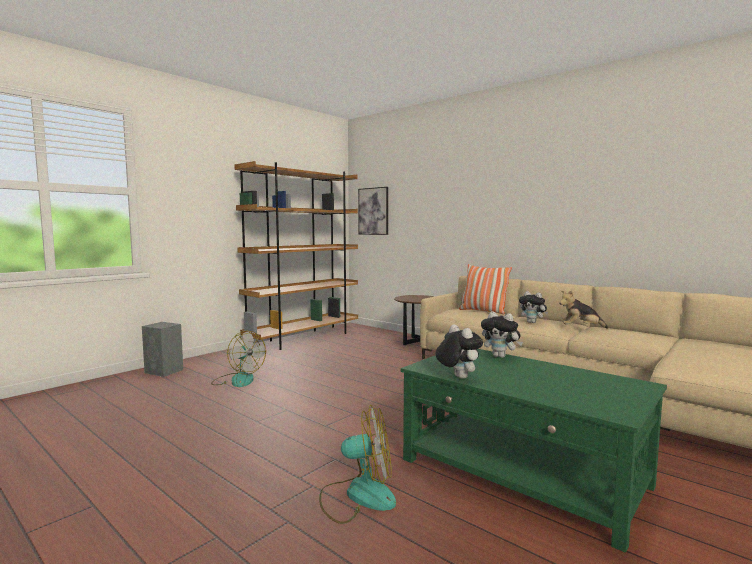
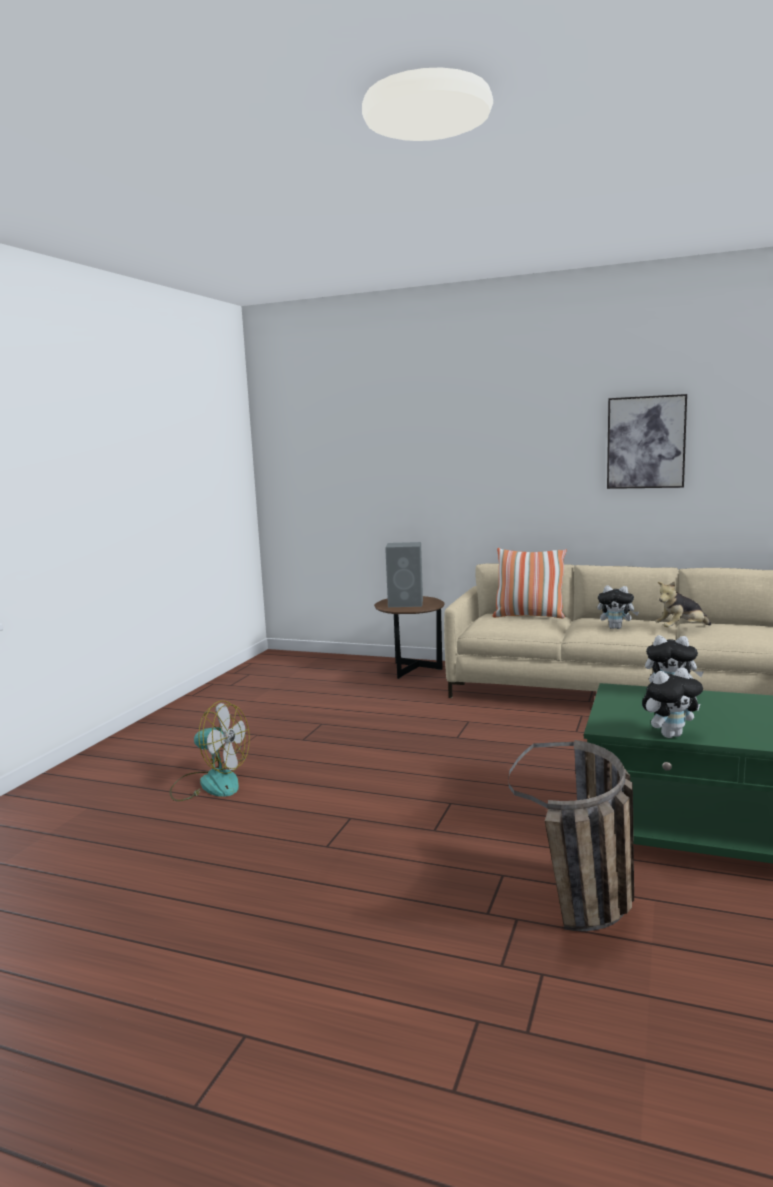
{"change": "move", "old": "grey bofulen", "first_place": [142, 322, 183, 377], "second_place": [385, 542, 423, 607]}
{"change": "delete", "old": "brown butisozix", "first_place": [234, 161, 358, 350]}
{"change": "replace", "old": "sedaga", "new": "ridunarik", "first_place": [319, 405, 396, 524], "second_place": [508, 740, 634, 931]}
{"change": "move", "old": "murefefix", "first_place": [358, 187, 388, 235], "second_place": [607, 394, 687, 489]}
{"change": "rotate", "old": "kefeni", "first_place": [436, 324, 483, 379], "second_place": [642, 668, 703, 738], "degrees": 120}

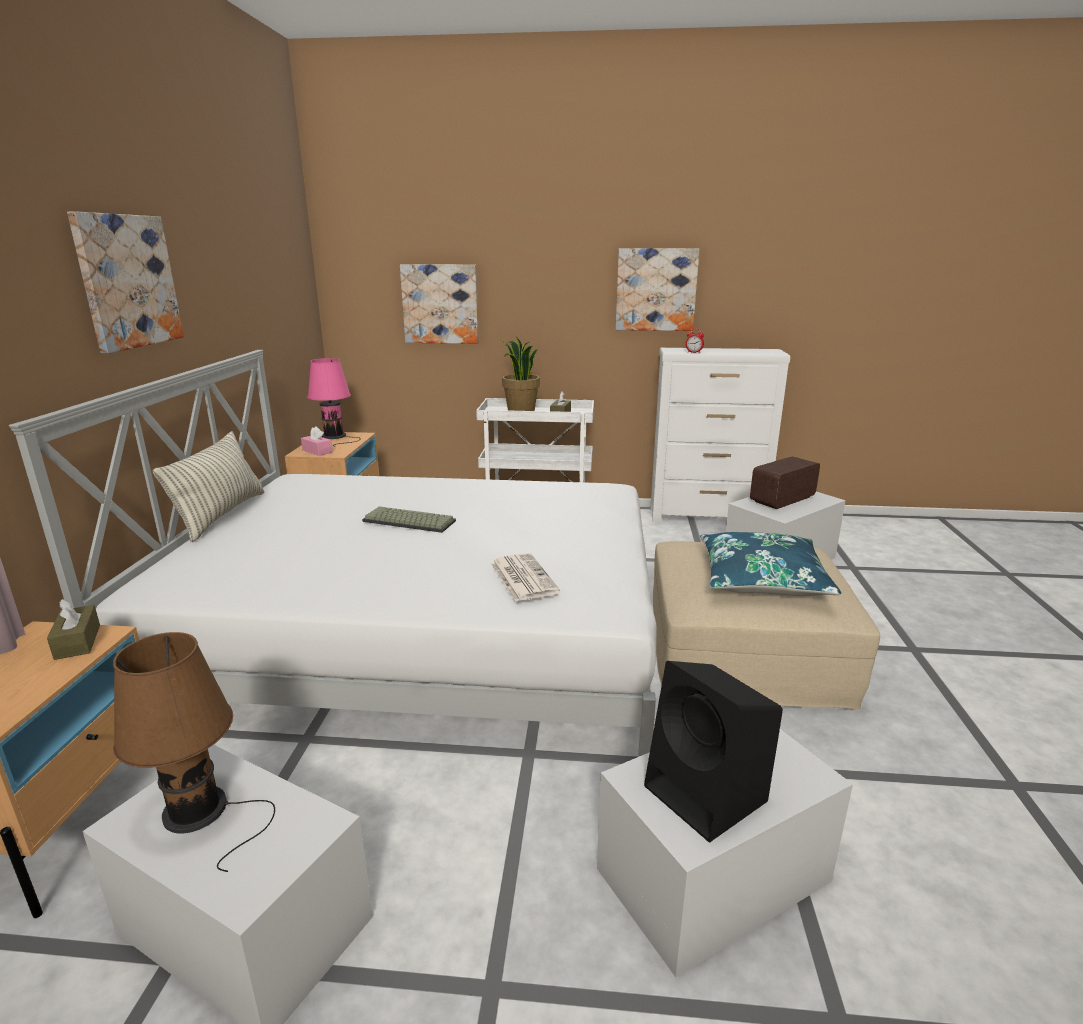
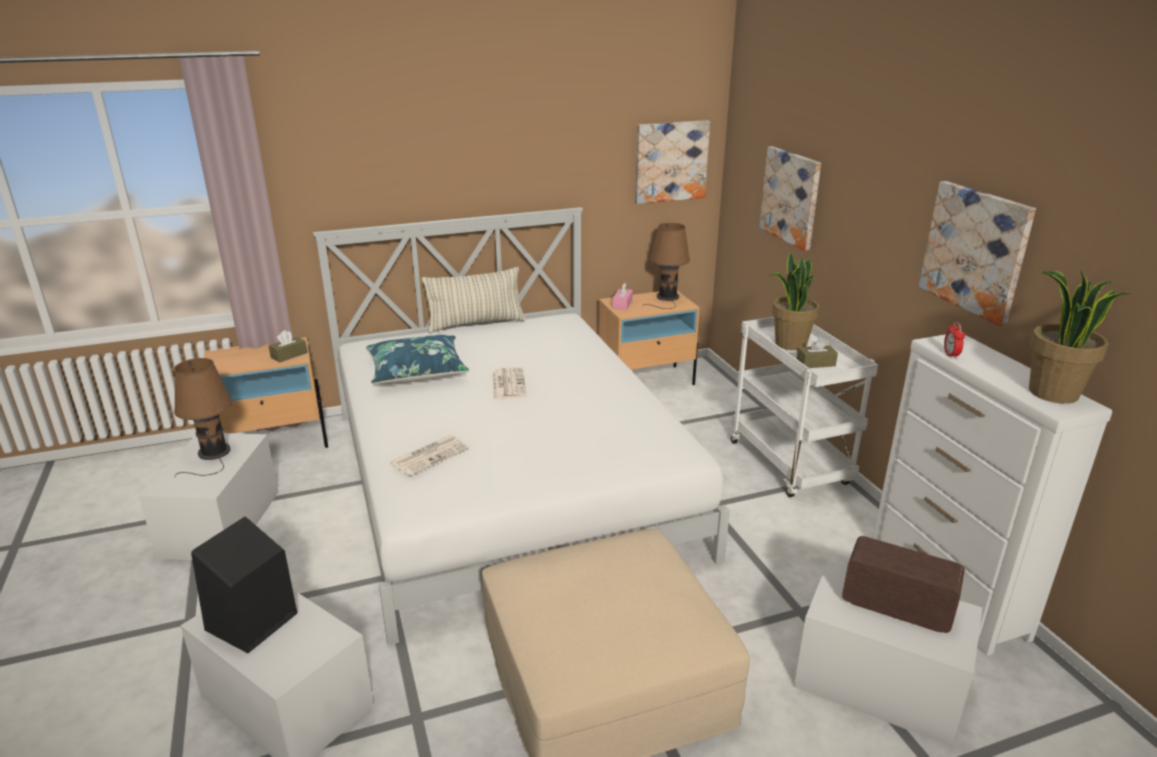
{"change": "move", "old": "murefefix", "first_place": [67, 212, 184, 354], "second_place": [635, 120, 710, 204]}
{"change": "recolor", "old": "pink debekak", "new": "brown debekak", "first_place": [307, 358, 361, 446], "second_place": [642, 223, 690, 309]}
{"change": "replace", "old": "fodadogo", "new": "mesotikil", "first_place": [362, 506, 456, 533], "second_place": [492, 367, 526, 399]}
{"change": "move", "old": "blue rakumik", "first_place": [700, 532, 841, 596], "second_place": [366, 335, 469, 384]}
{"change": "insert", "new": "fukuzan", "second_place": [1029, 269, 1133, 404]}

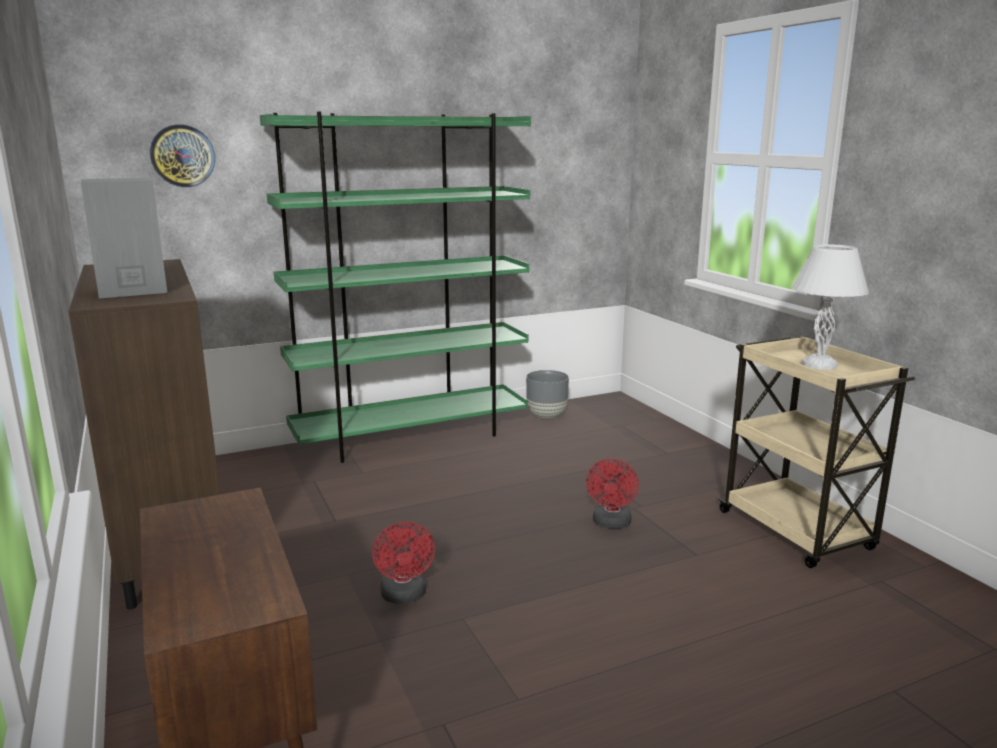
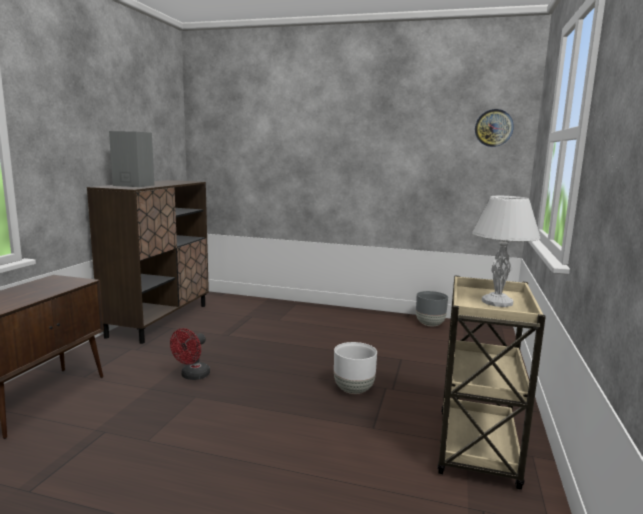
{"change": "move", "old": "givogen", "first_place": [150, 124, 215, 187], "second_place": [475, 109, 514, 147]}
{"change": "delete", "old": "green butisozix", "first_place": [260, 112, 531, 463]}
{"change": "replace", "old": "red sedaga", "new": "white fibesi", "first_place": [586, 459, 639, 529], "second_place": [334, 342, 377, 394]}

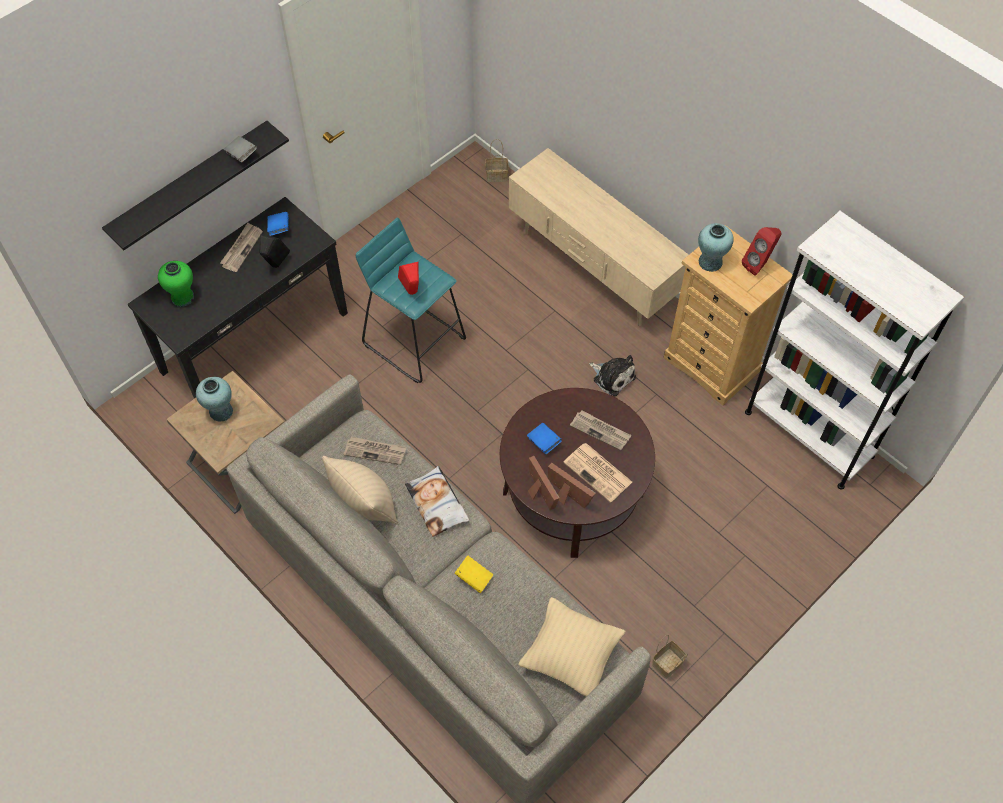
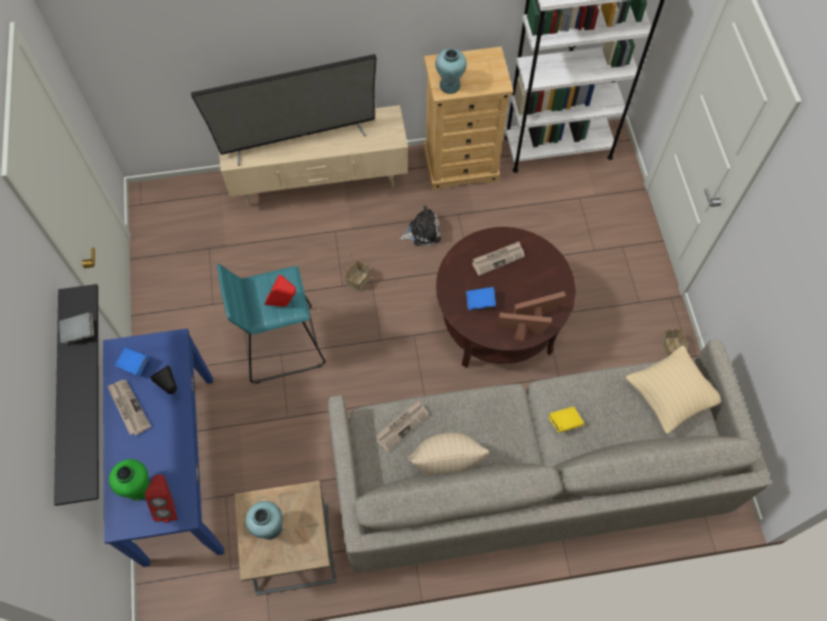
{"change": "recolor", "old": "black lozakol", "new": "blue lozakol", "first_place": [128, 197, 348, 399], "second_place": [103, 328, 224, 567]}
{"change": "delete", "old": "rakumik", "first_place": [405, 466, 469, 537]}
{"change": "move", "old": "ridunarik", "first_place": [485, 139, 508, 182], "second_place": [344, 253, 371, 292]}
{"change": "delete", "old": "mesotikil", "first_place": [563, 443, 632, 503]}
{"change": "move", "old": "red bofulen", "first_place": [742, 227, 782, 276], "second_place": [145, 475, 177, 523]}
{"change": "insert", "new": "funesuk", "second_place": [191, 54, 377, 166]}

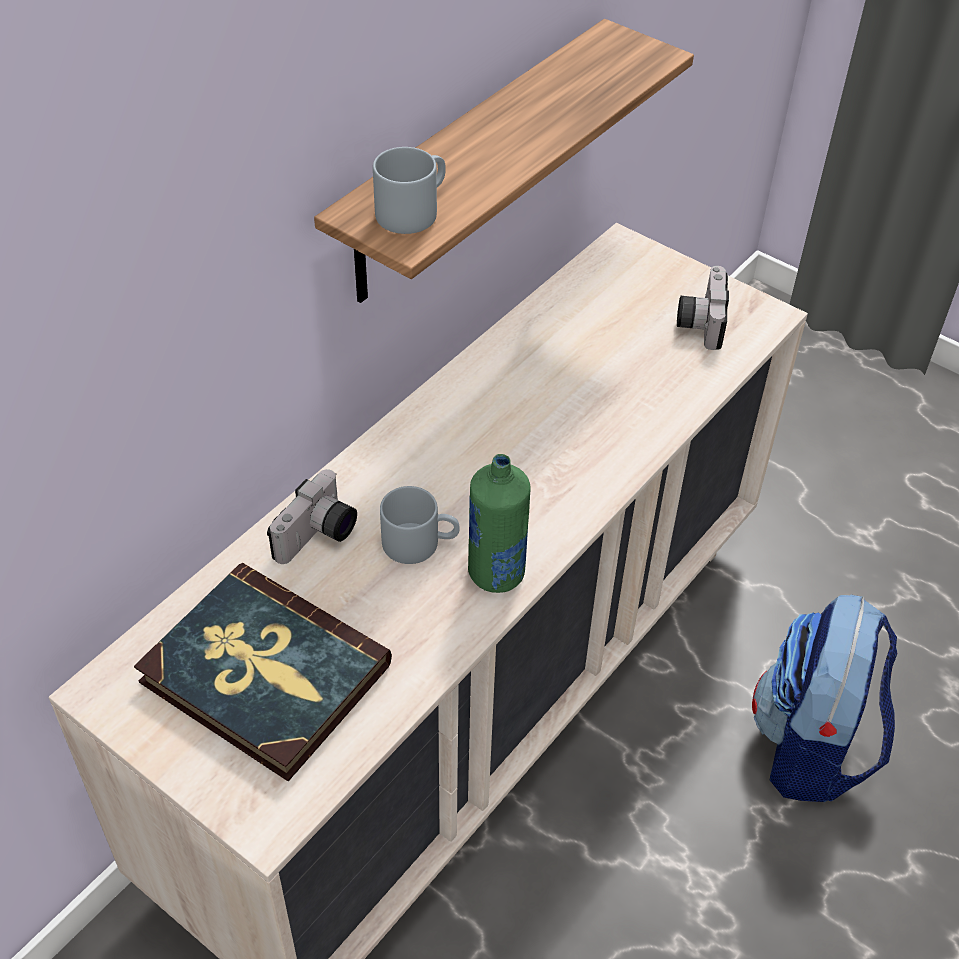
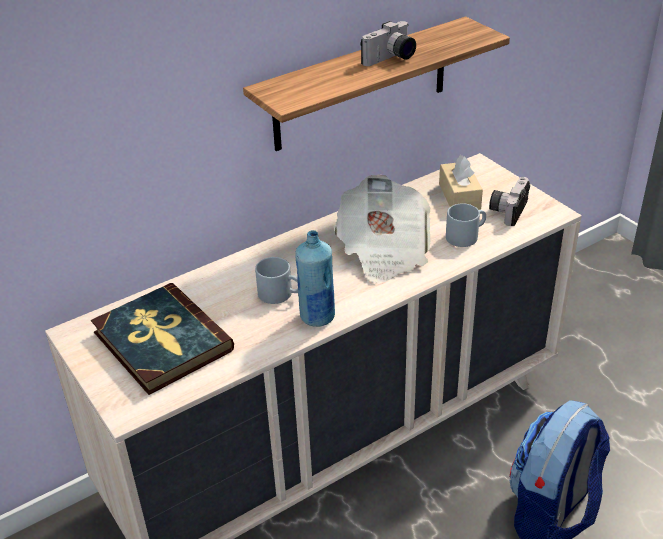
{"change": "move", "old": "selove", "first_place": [267, 469, 357, 564], "second_place": [360, 21, 416, 66]}
{"change": "move", "old": "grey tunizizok", "first_place": [373, 147, 446, 234], "second_place": [446, 203, 486, 247]}
{"change": "recolor", "old": "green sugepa", "new": "blue sugepa", "first_place": [468, 454, 531, 593], "second_place": [295, 230, 335, 327]}
{"change": "insert", "new": "mesotikil", "second_place": [334, 175, 431, 284]}
{"change": "insert", "new": "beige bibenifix", "second_place": [439, 155, 483, 210]}

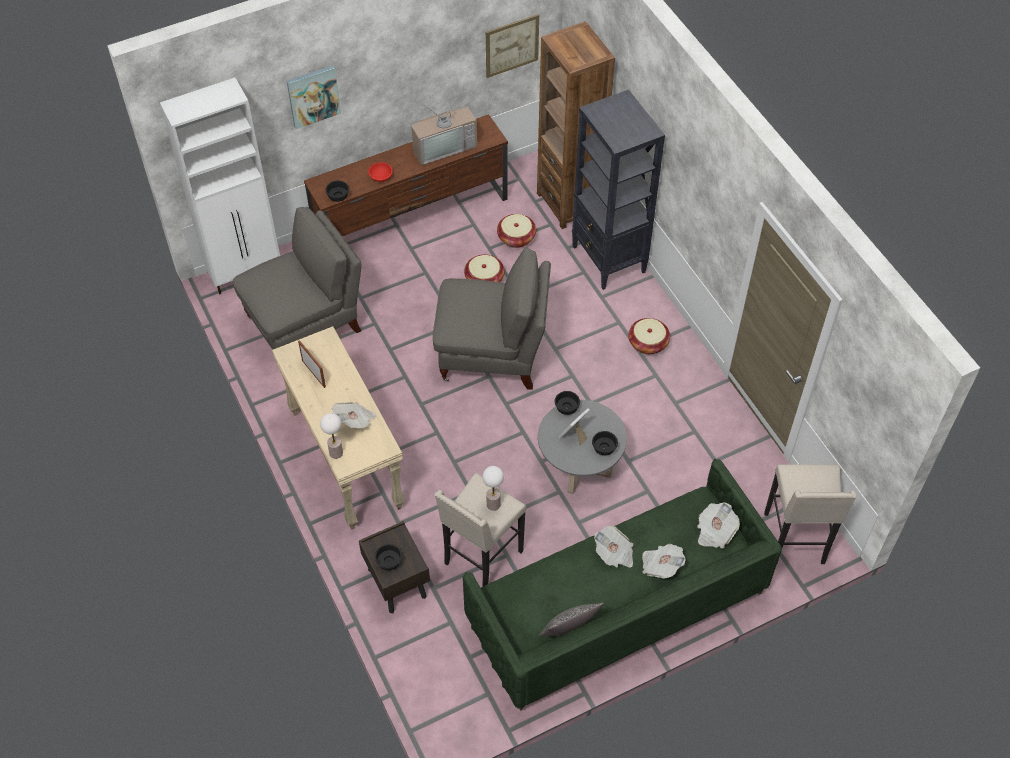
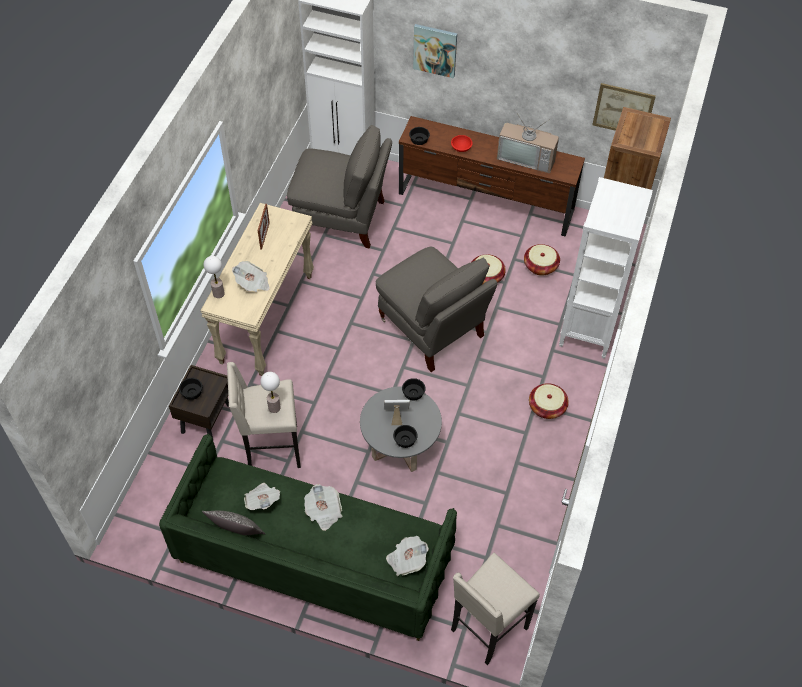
{"change": "recolor", "old": "black butisozix", "new": "white butisozix", "first_place": [572, 90, 665, 290], "second_place": [559, 177, 653, 359]}
{"change": "move", "old": "mesotikil", "first_place": [642, 544, 685, 578], "second_place": [244, 483, 280, 510]}

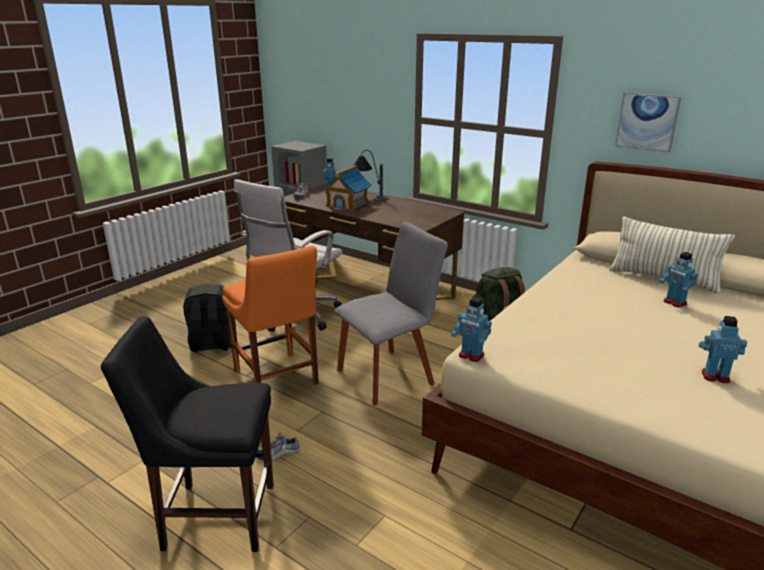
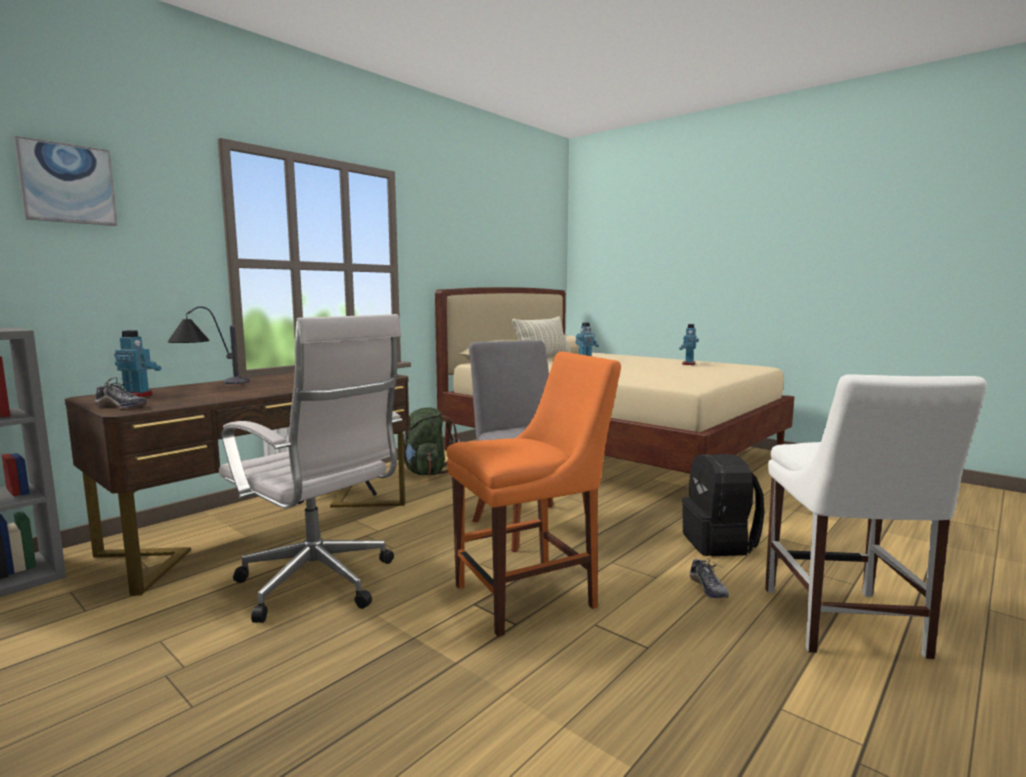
{"change": "recolor", "old": "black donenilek", "new": "white donenilek", "first_place": [101, 316, 274, 552], "second_place": [765, 374, 987, 659]}
{"change": "move", "old": "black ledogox", "first_place": [183, 283, 232, 352], "second_place": [682, 454, 764, 556]}
{"change": "delete", "old": "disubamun", "first_place": [322, 165, 372, 211]}
{"change": "delete", "old": "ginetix", "first_place": [451, 297, 492, 362]}
{"change": "move", "old": "murefefix", "first_place": [615, 93, 681, 153], "second_place": [14, 136, 118, 226]}

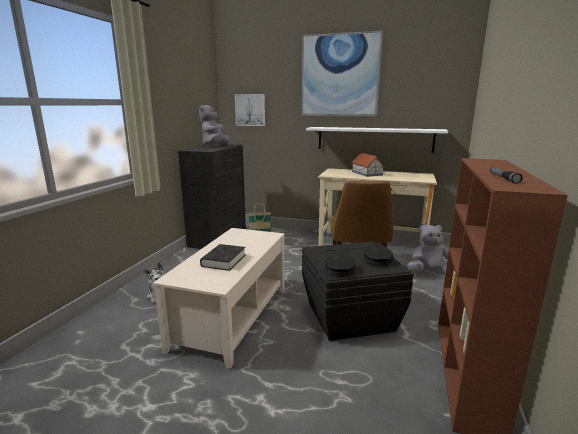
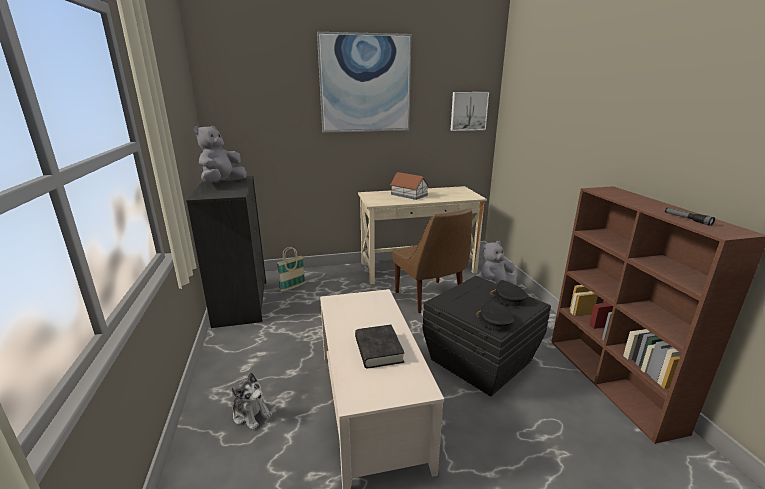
{"change": "rotate", "old": "grey kefeni", "first_place": [199, 104, 230, 146], "second_place": [193, 126, 247, 183], "degrees": 45}
{"change": "move", "old": "murefefix", "first_place": [235, 94, 265, 126], "second_place": [451, 92, 489, 131]}
{"change": "delete", "old": "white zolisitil", "first_place": [306, 127, 448, 153]}

